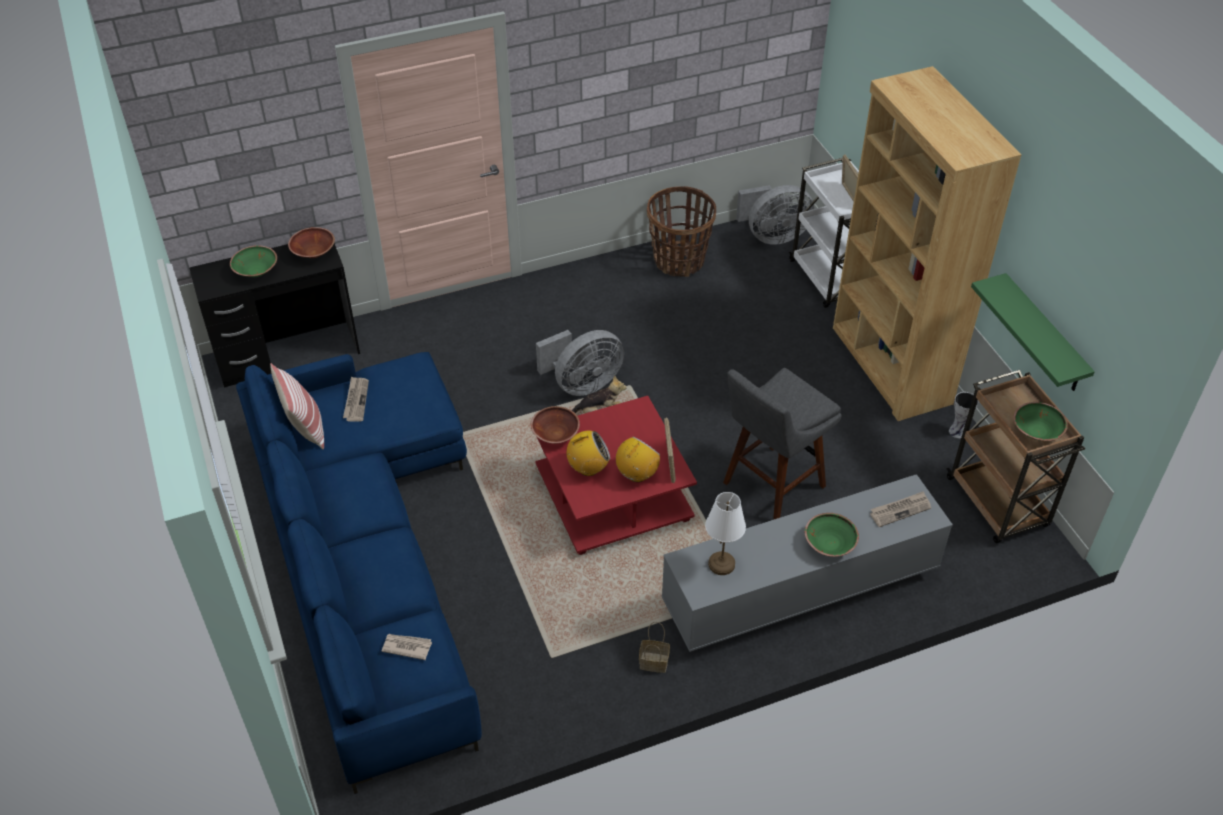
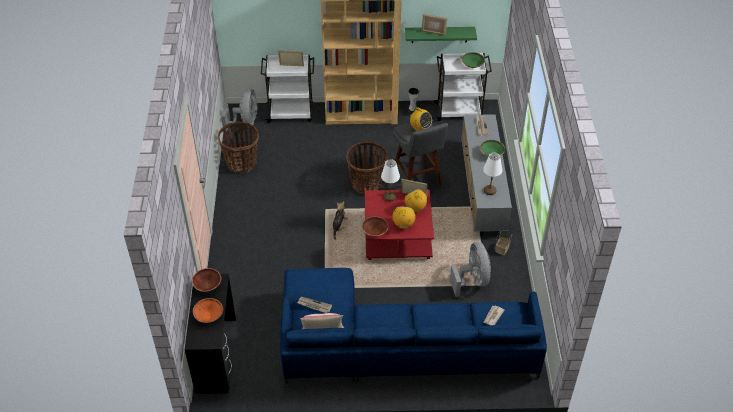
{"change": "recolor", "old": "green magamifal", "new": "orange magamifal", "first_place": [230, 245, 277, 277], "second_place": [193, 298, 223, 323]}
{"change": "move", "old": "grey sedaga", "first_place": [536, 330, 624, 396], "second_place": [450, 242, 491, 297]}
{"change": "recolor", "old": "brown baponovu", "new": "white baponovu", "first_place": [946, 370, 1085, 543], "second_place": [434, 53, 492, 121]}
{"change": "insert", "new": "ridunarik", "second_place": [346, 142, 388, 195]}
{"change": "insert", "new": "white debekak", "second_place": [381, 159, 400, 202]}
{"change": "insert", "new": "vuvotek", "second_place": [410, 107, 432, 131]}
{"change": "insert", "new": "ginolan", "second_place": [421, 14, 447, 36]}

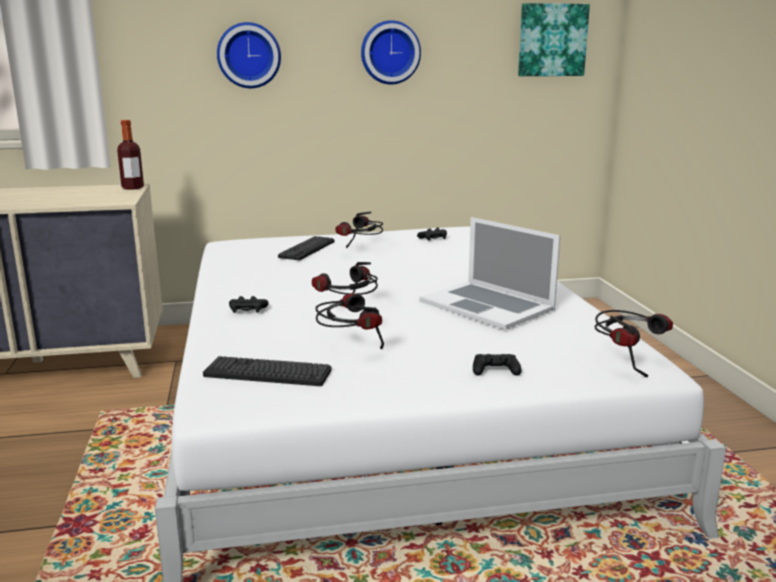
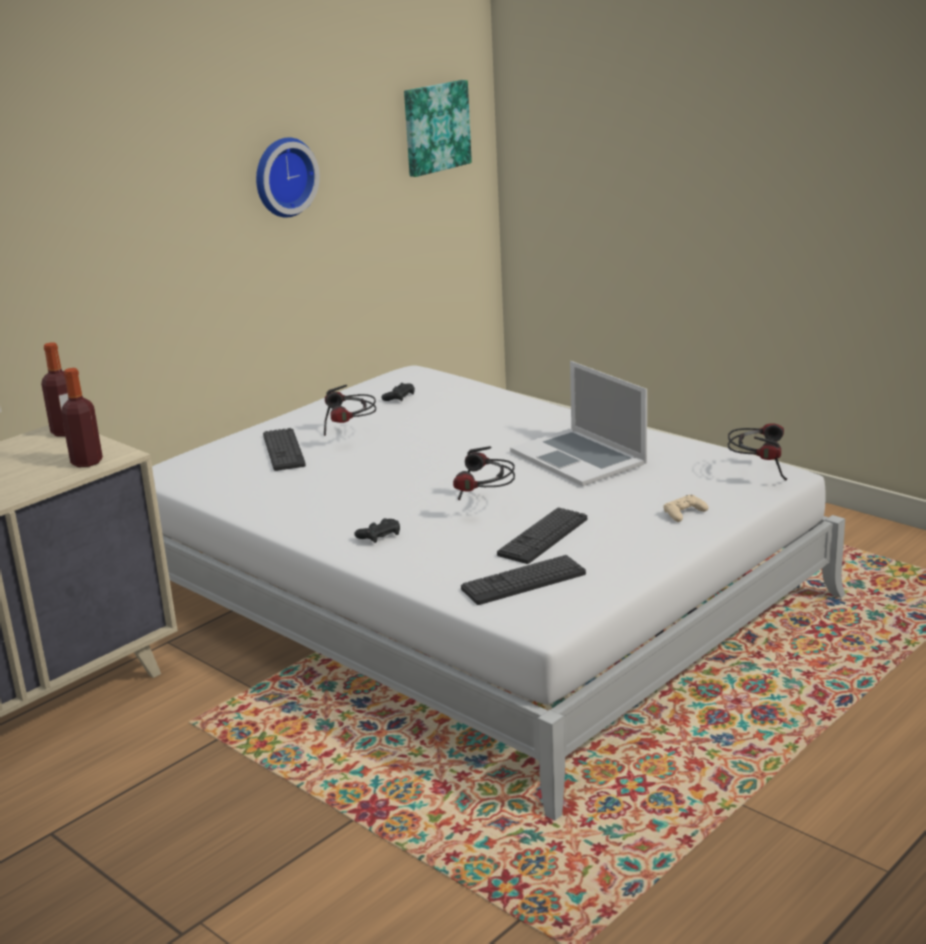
{"change": "delete", "old": "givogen", "first_place": [217, 22, 281, 88]}
{"change": "replace", "old": "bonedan", "new": "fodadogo", "first_place": [315, 293, 384, 349], "second_place": [497, 507, 587, 564]}
{"change": "rotate", "old": "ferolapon", "first_place": [419, 217, 560, 330], "second_place": [510, 361, 647, 486], "degrees": 45}
{"change": "recolor", "old": "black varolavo", "new": "beige varolavo", "first_place": [473, 354, 522, 376], "second_place": [663, 495, 708, 522]}
{"change": "insert", "new": "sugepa", "second_place": [61, 368, 103, 467]}

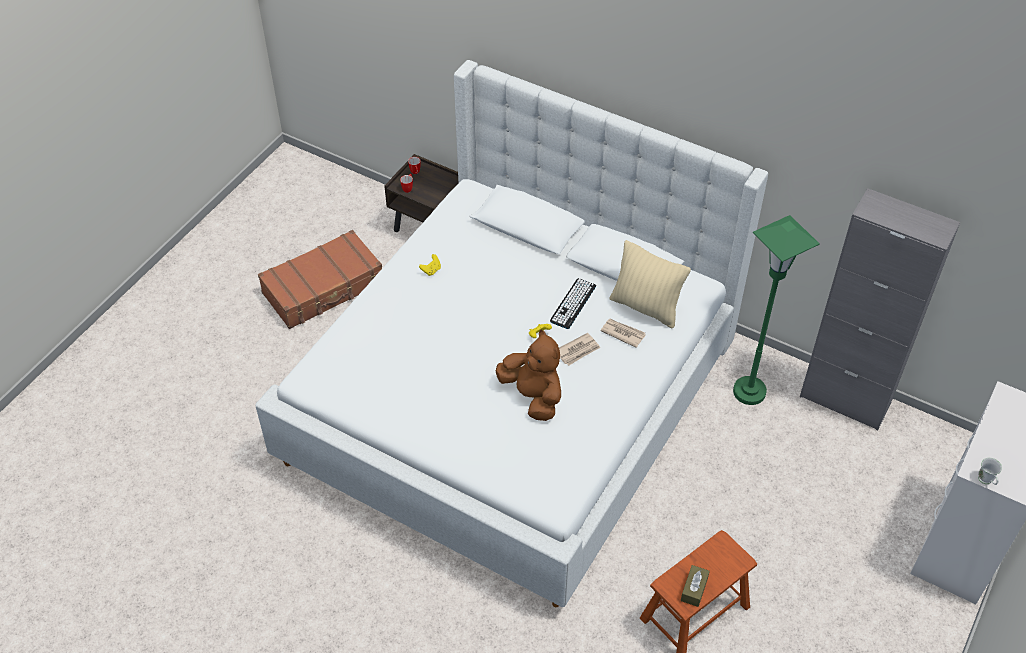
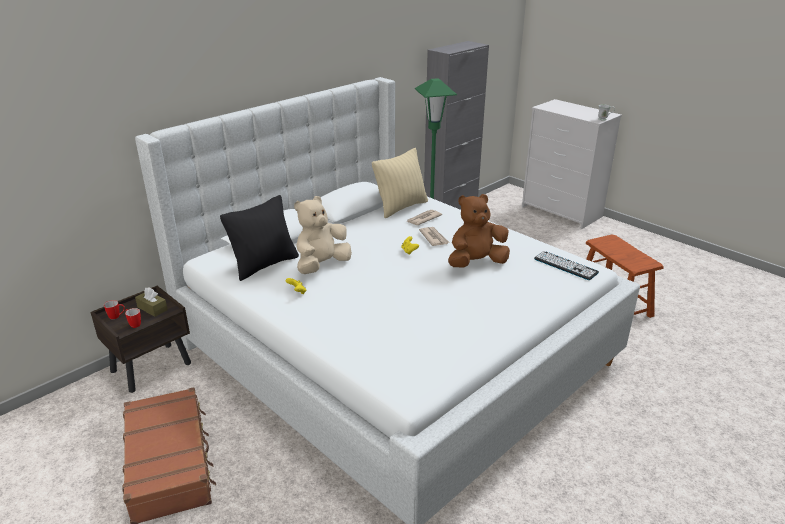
{"change": "move", "old": "fodadogo", "first_place": [550, 278, 596, 329], "second_place": [534, 251, 599, 280]}
{"change": "move", "old": "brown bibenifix", "first_place": [681, 565, 710, 607], "second_place": [135, 287, 168, 317]}
{"change": "insert", "new": "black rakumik", "second_place": [220, 195, 299, 281]}
{"change": "insert", "new": "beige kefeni", "second_place": [294, 196, 352, 274]}

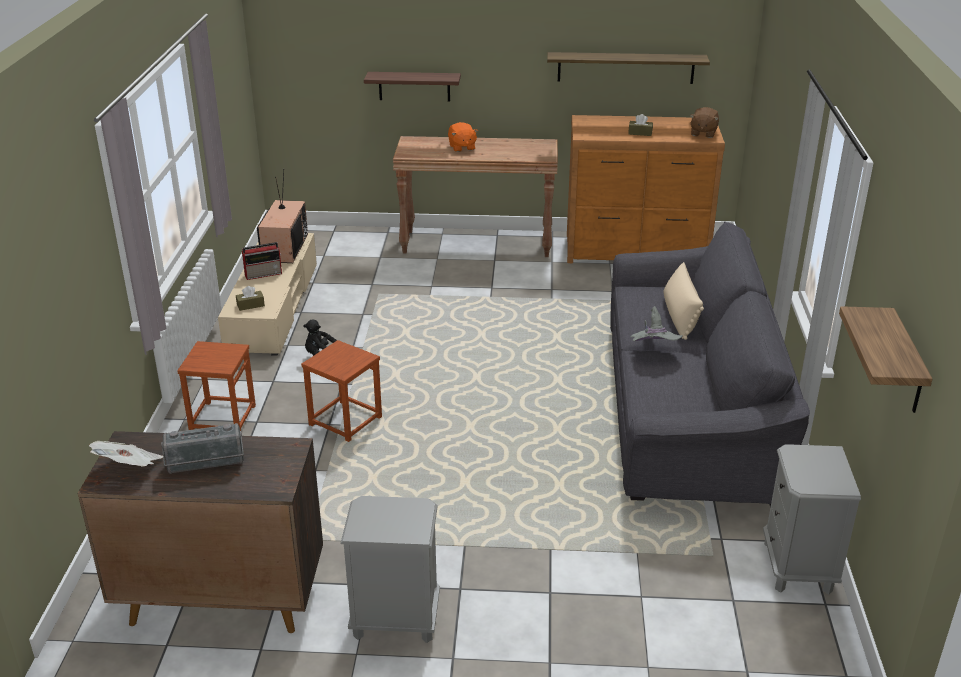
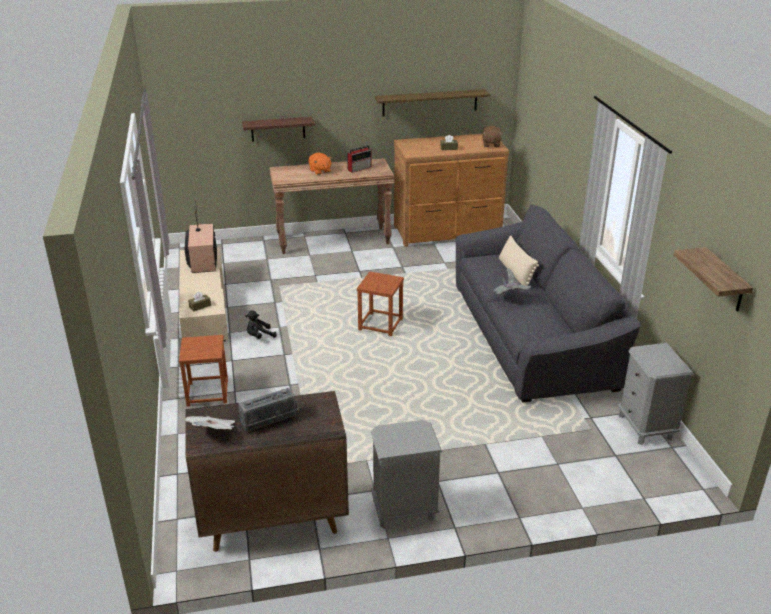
{"change": "move", "old": "vuvotek", "first_place": [242, 242, 282, 280], "second_place": [347, 145, 372, 173]}
{"change": "move", "old": "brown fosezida", "first_place": [301, 340, 382, 442], "second_place": [357, 272, 404, 336]}

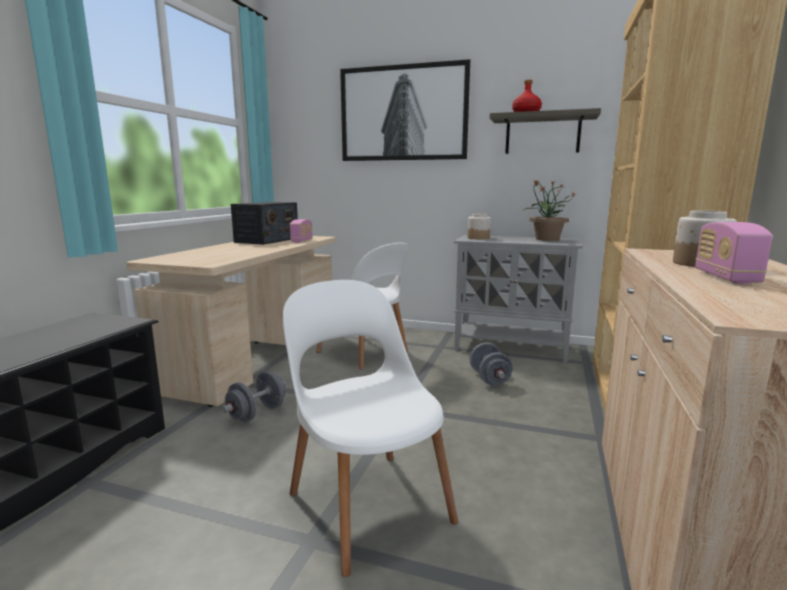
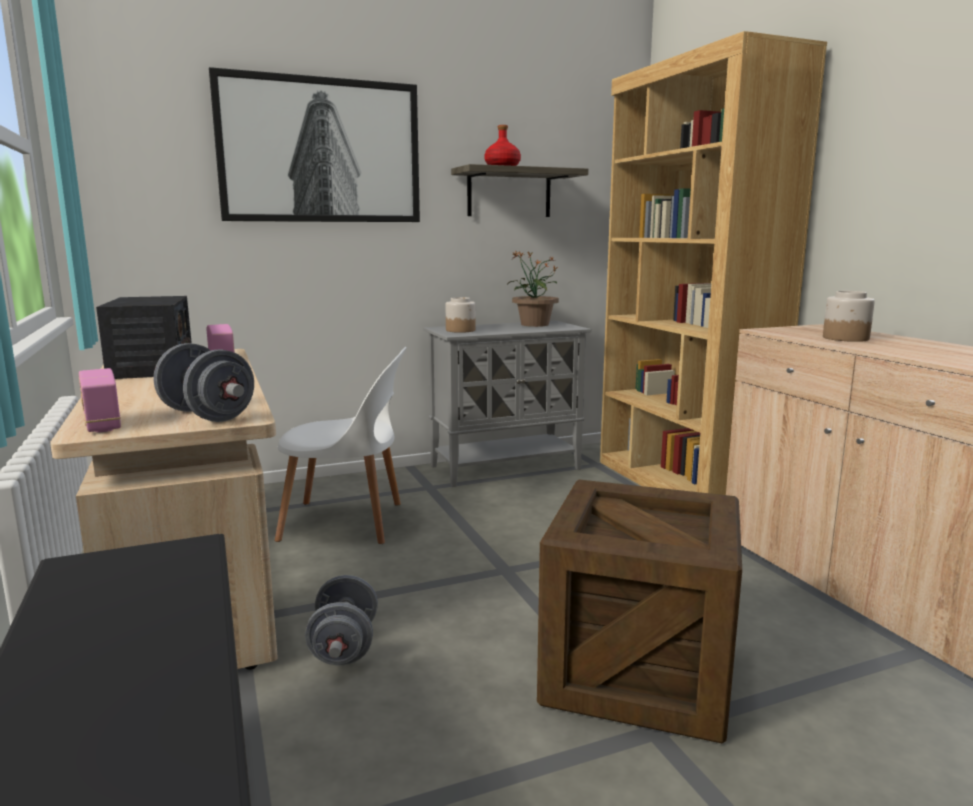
{"change": "replace", "old": "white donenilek", "new": "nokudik", "first_place": [283, 280, 458, 577], "second_place": [537, 480, 742, 743]}
{"change": "move", "old": "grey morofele", "first_place": [470, 342, 513, 386], "second_place": [153, 343, 254, 422]}
{"change": "move", "old": "vuvotek", "first_place": [695, 222, 773, 284], "second_place": [79, 368, 121, 432]}

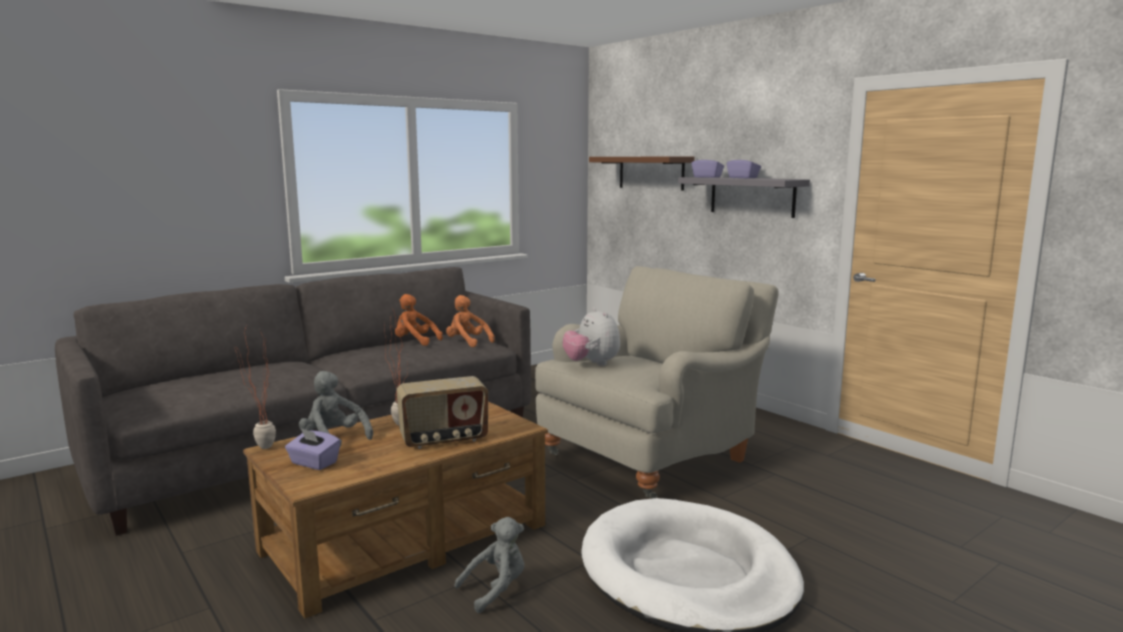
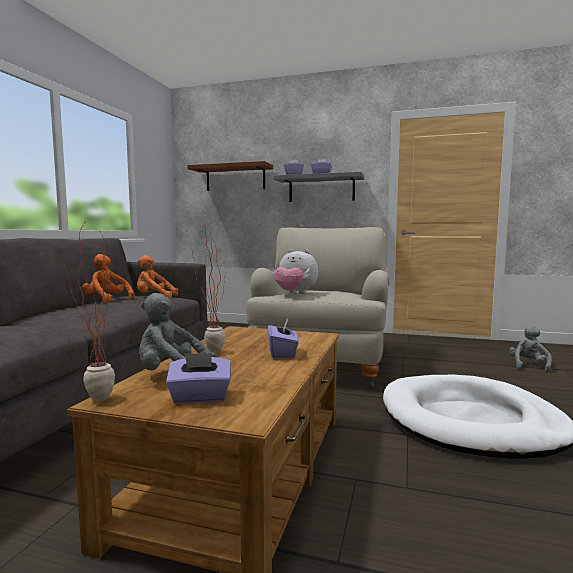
{"change": "rotate", "old": "orange kefeni", "first_place": [395, 294, 443, 346], "second_place": [83, 254, 135, 303], "degrees": 45}
{"change": "replace", "old": "vuvotek", "new": "purple bibenifix", "first_place": [397, 376, 488, 449], "second_place": [268, 320, 299, 359]}
{"change": "move", "old": "grey kefeni", "first_place": [454, 517, 525, 613], "second_place": [509, 325, 552, 373]}

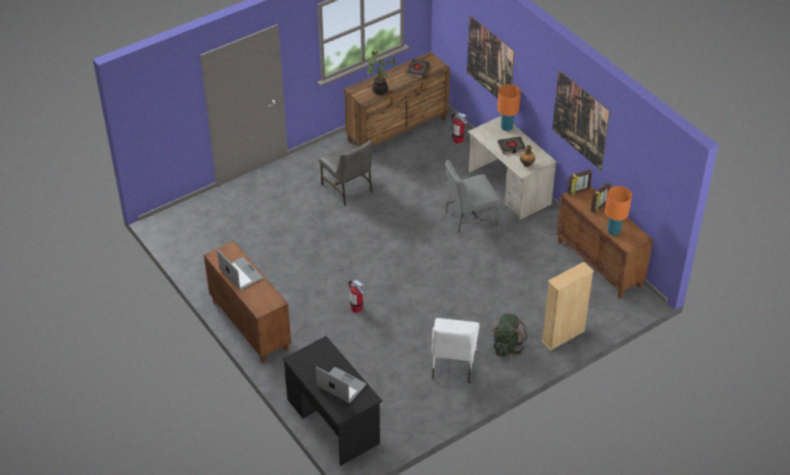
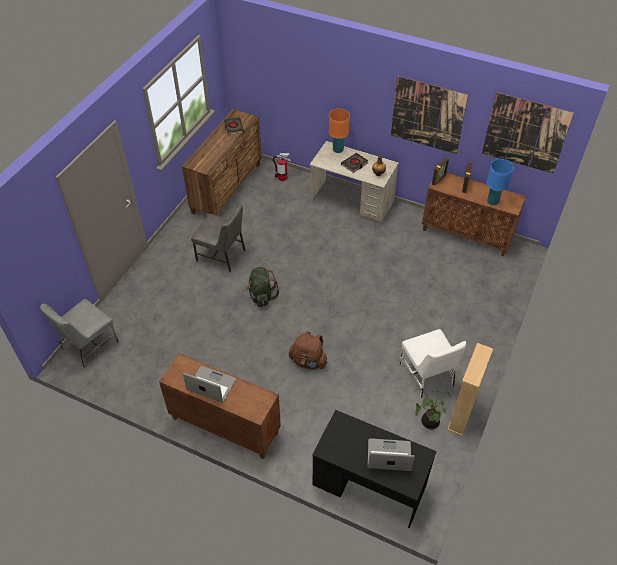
{"change": "replace", "old": "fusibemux", "new": "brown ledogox", "first_place": [349, 280, 364, 313], "second_place": [289, 331, 328, 370]}
{"change": "move", "old": "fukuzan", "first_place": [360, 51, 396, 95], "second_place": [415, 386, 451, 429]}
{"change": "move", "old": "grey donenilek", "first_place": [445, 160, 500, 234], "second_place": [40, 299, 118, 368]}
{"change": "move", "old": "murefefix", "first_place": [467, 15, 515, 99], "second_place": [482, 92, 574, 174]}
{"change": "move", "old": "green ledogox", "first_place": [491, 313, 527, 357], "second_place": [246, 267, 279, 307]}
{"change": "move", "old": "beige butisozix", "first_place": [541, 262, 594, 351], "second_place": [447, 343, 493, 436]}
{"change": "recolor", "old": "orange debekak", "new": "blue debekak", "first_place": [605, 186, 632, 235], "second_place": [487, 159, 514, 205]}

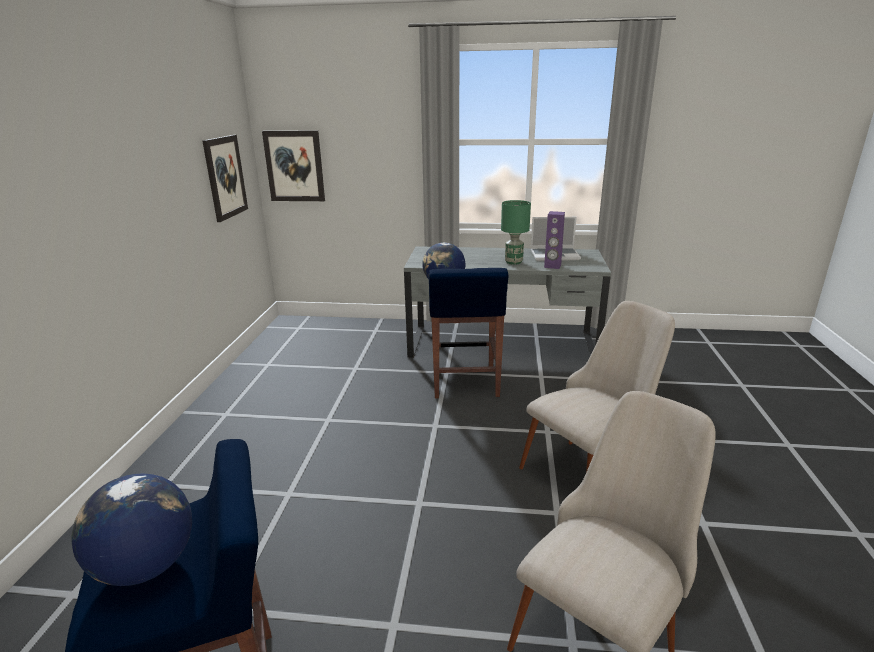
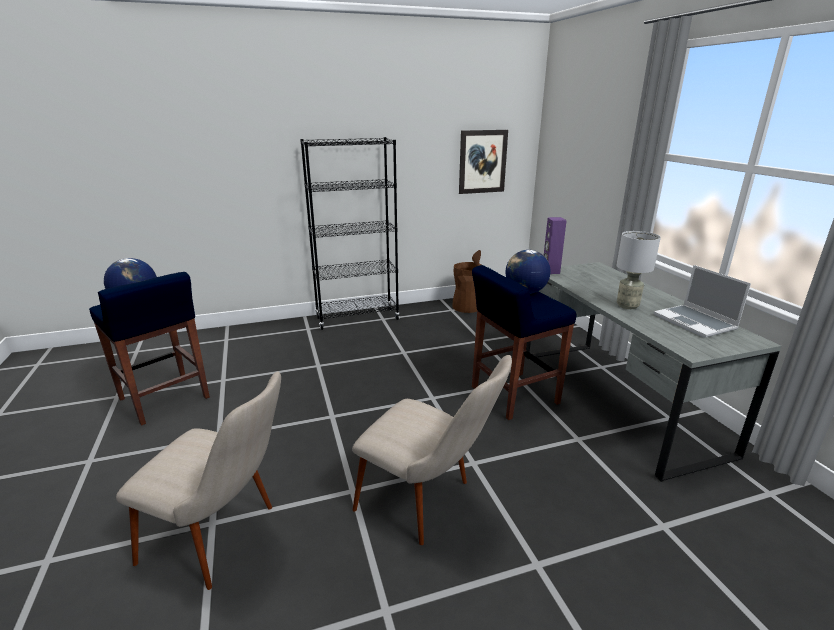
{"change": "delete", "old": "murefefix", "first_place": [262, 130, 325, 201]}
{"change": "recolor", "old": "green debekak", "new": "grey debekak", "first_place": [501, 200, 531, 265], "second_place": [616, 231, 661, 309]}
{"change": "move", "old": "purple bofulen", "first_place": [544, 211, 565, 269], "second_place": [544, 217, 567, 274]}
{"change": "insert", "new": "black butisozix", "second_place": [300, 137, 400, 330]}
{"change": "insert", "new": "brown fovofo", "second_place": [452, 250, 482, 313]}

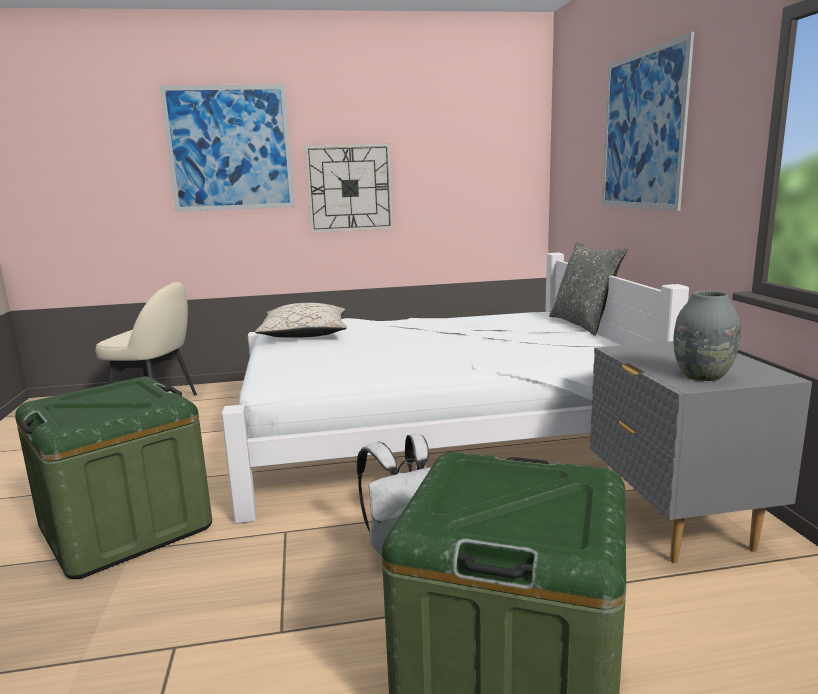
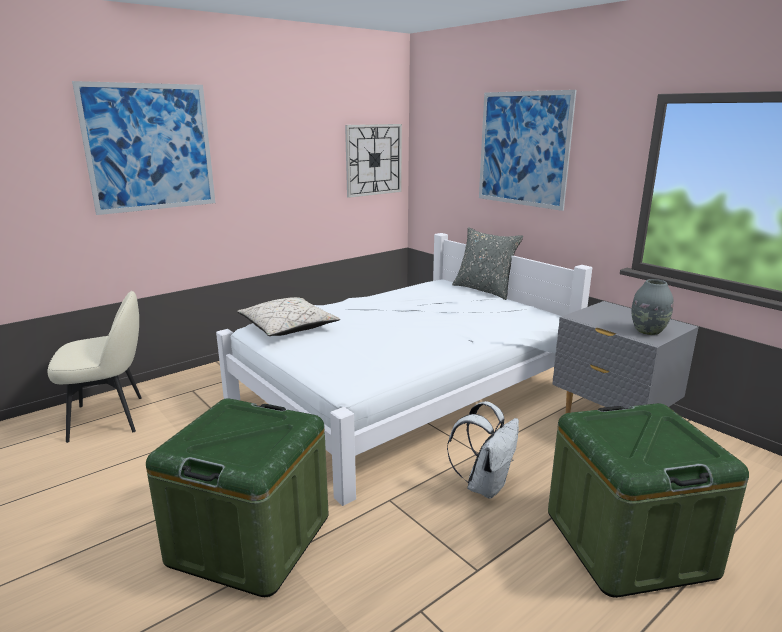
{"change": "move", "old": "givogen", "first_place": [305, 143, 393, 233], "second_place": [345, 124, 402, 198]}

